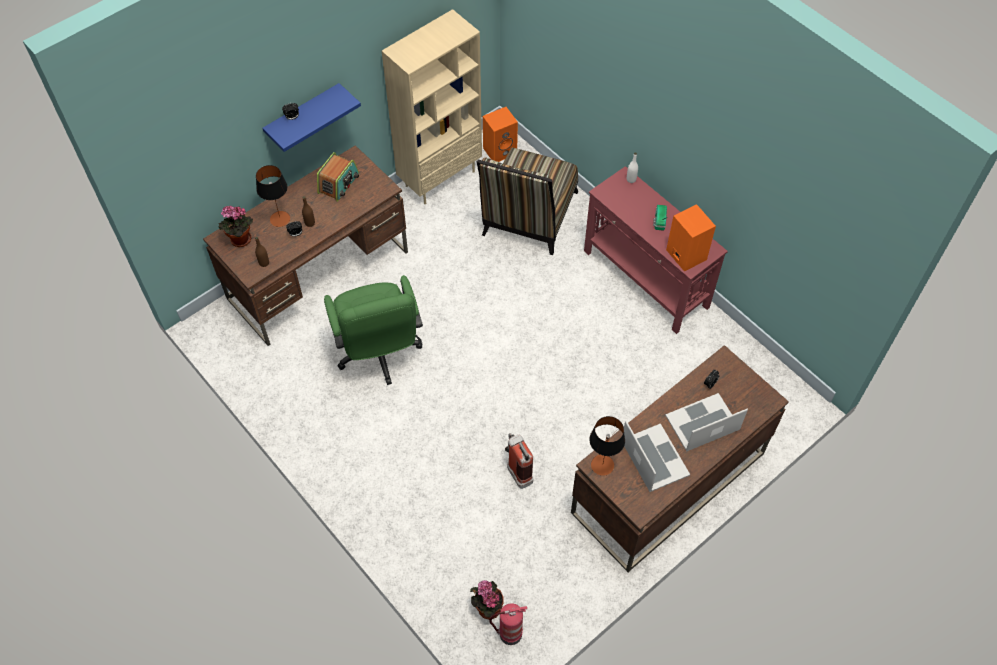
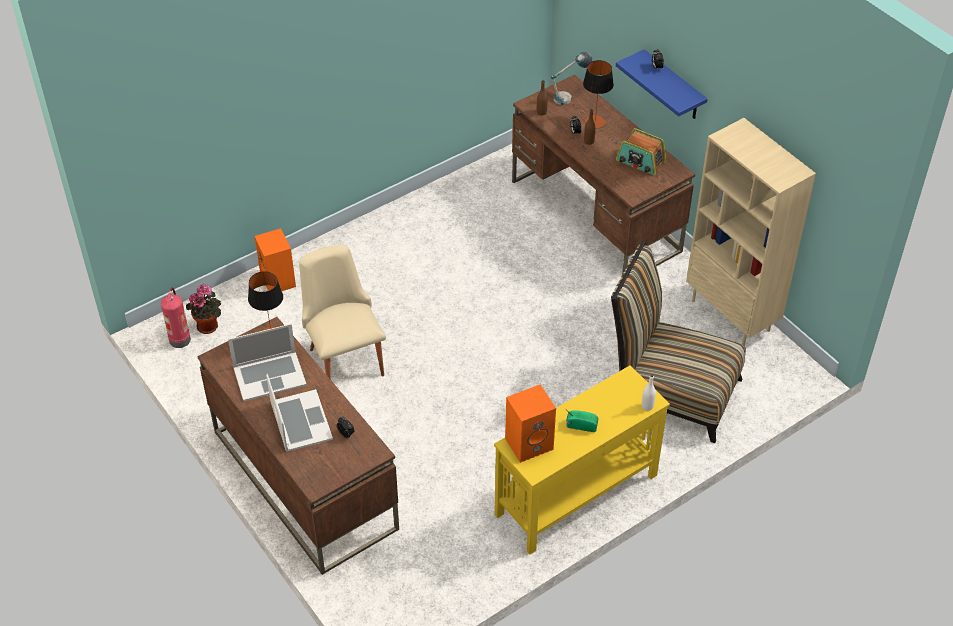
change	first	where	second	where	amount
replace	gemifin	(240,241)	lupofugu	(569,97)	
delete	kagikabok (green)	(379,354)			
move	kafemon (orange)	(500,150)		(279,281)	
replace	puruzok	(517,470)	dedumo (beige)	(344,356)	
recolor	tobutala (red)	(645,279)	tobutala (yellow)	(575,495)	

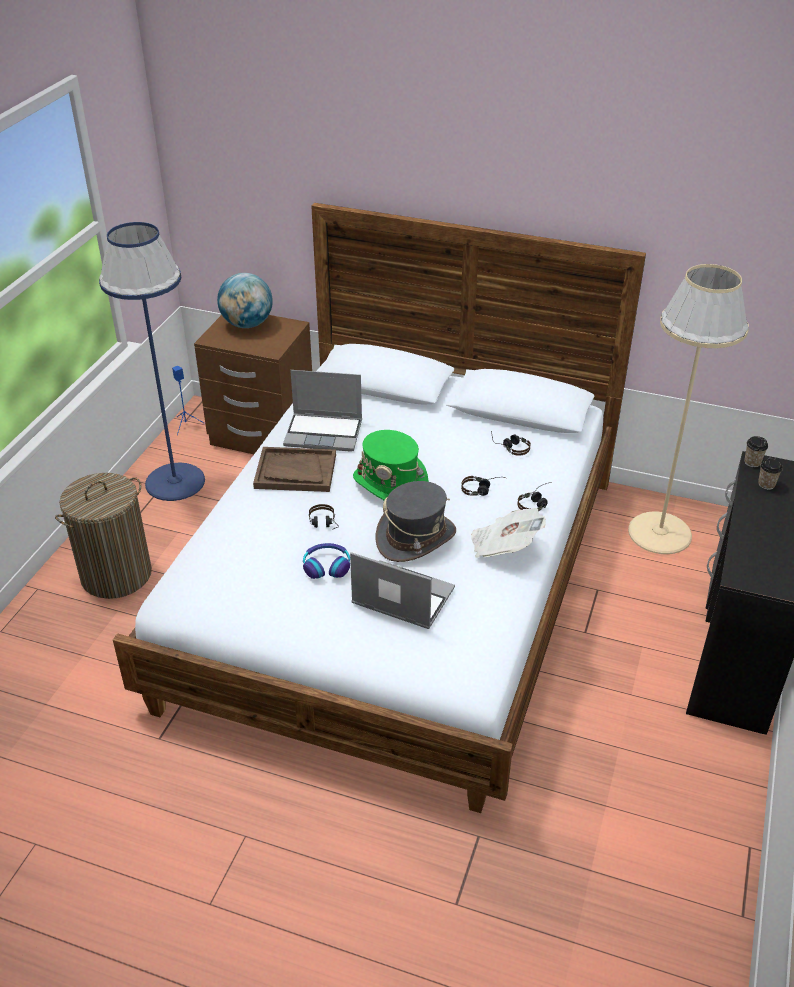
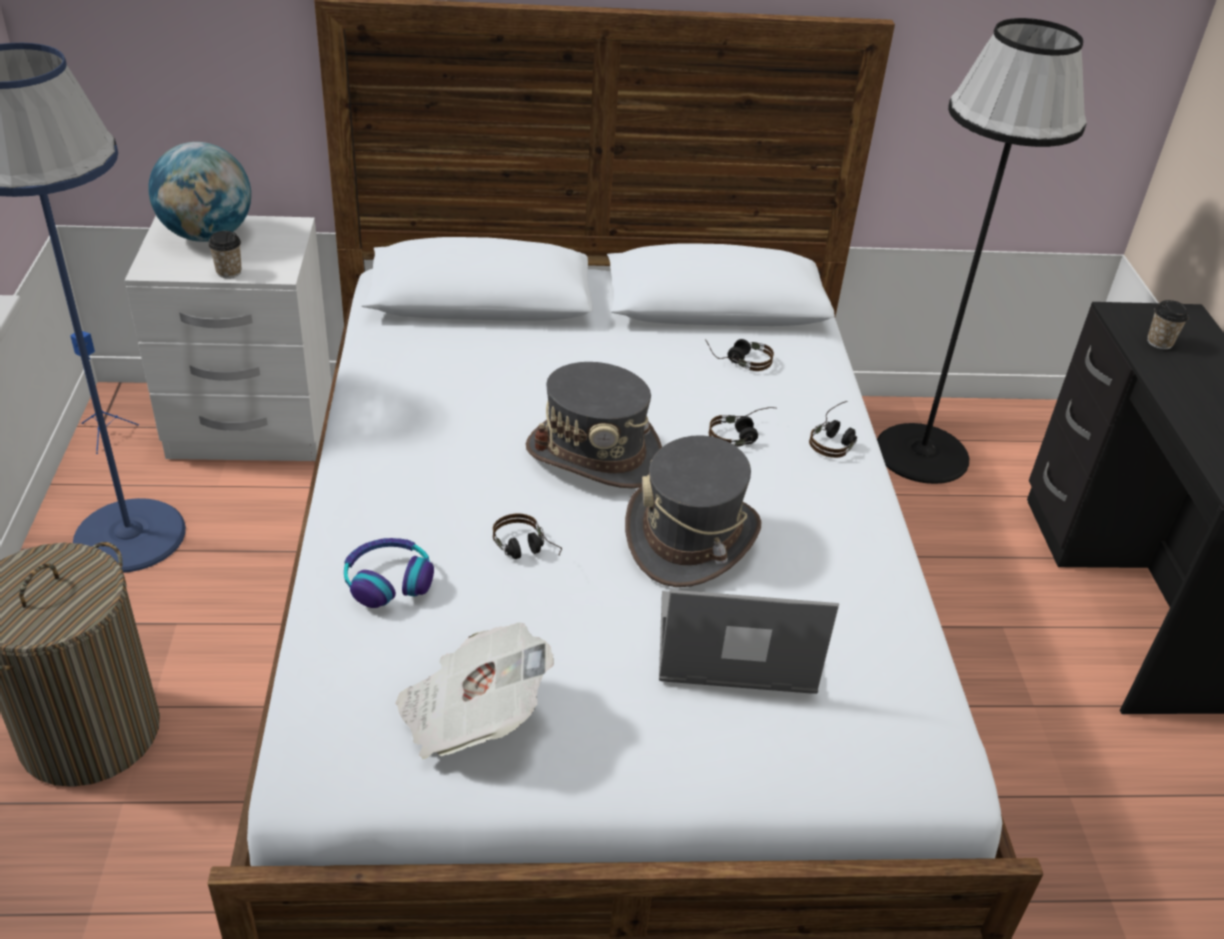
change	first	where	second	where	amount
recolor	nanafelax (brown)	(262,436)	nanafelax (white)	(251,427)	
delete	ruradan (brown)	(295,472)			
delete	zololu	(324,433)			
move	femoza	(326,566)		(388,580)	
recolor	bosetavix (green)	(391,484)	bosetavix (grey)	(594,455)	
move	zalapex	(504,547)		(471,715)	
recolor	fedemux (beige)	(660,533)	fedemux (black)	(922,453)	
move	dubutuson	(752,462)		(229,272)	

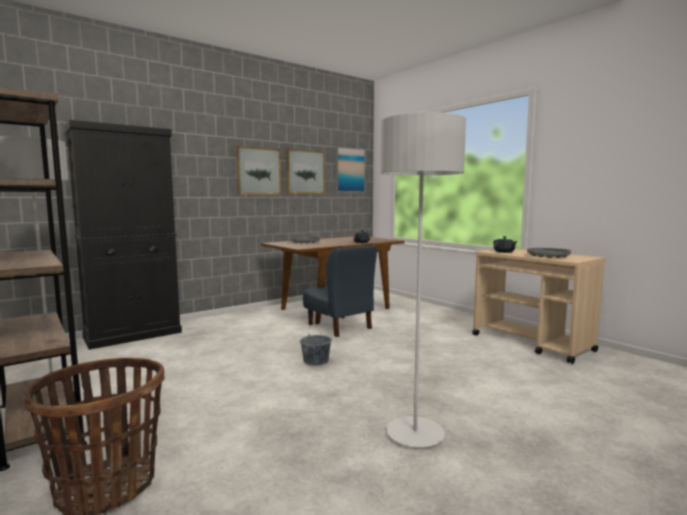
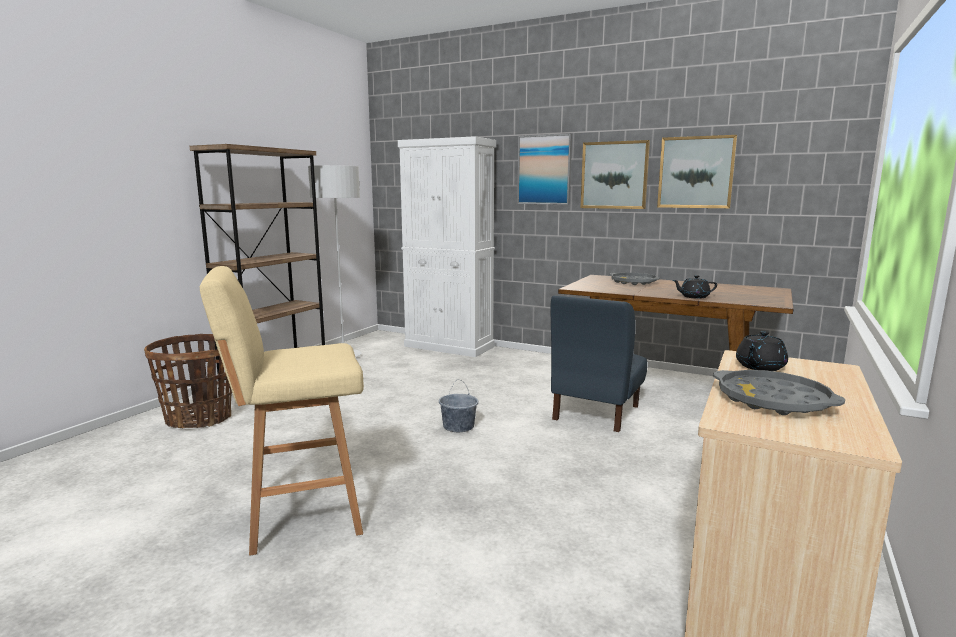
change	first	where	second	where	amount
recolor	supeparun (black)	(133,335)	supeparun (white)	(449,346)	
move	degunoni	(350,170)		(544,170)	
replace	fedemux (grey)	(415,434)	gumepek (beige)	(299,514)	

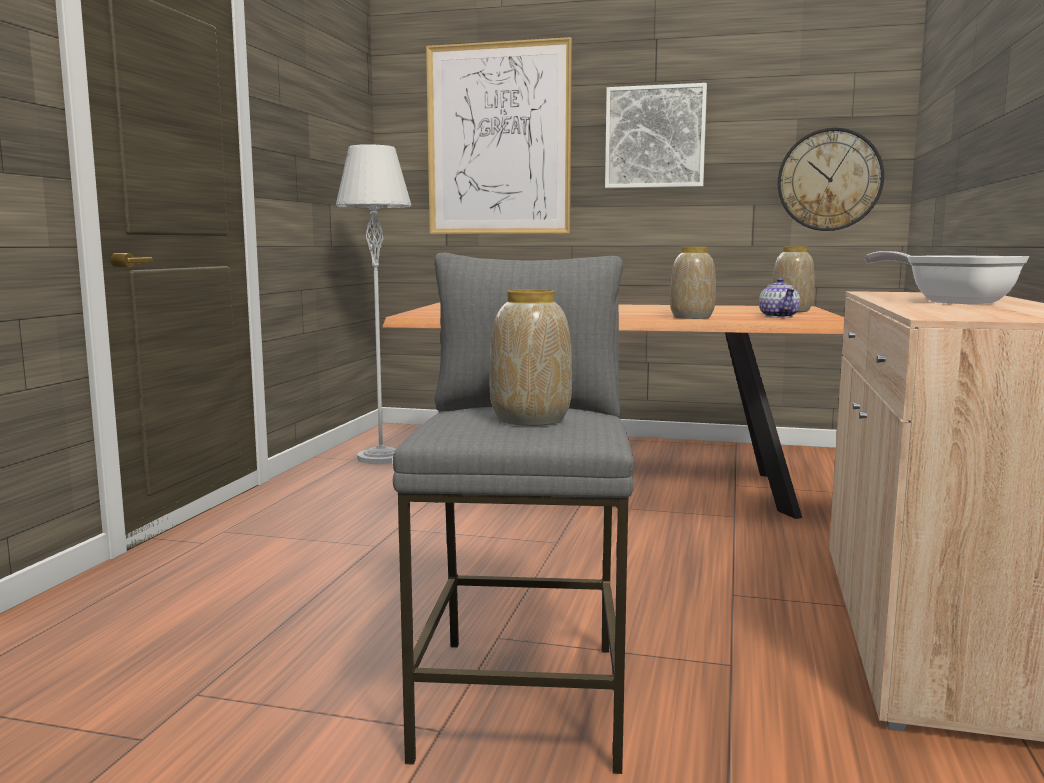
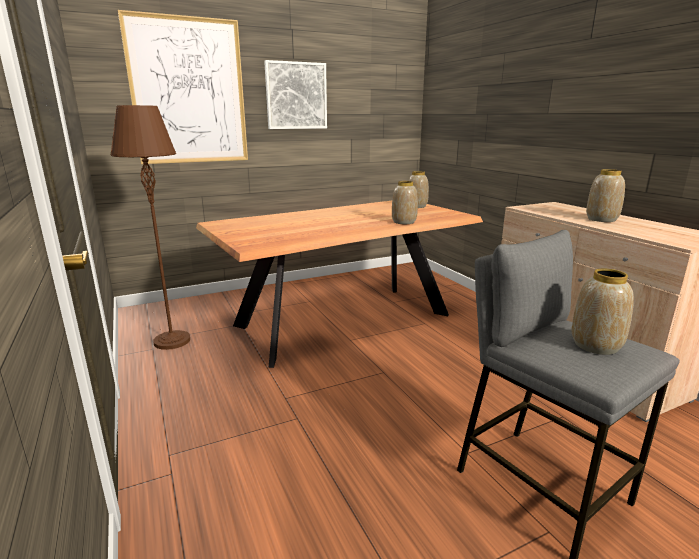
change	first	where	second	where	amount
recolor	fedemux (grey)	(381,458)	fedemux (brown)	(172,341)	
delete	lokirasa	(778,316)			
delete	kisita	(829,180)			
replace	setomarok	(951,302)	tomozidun	(601,219)	

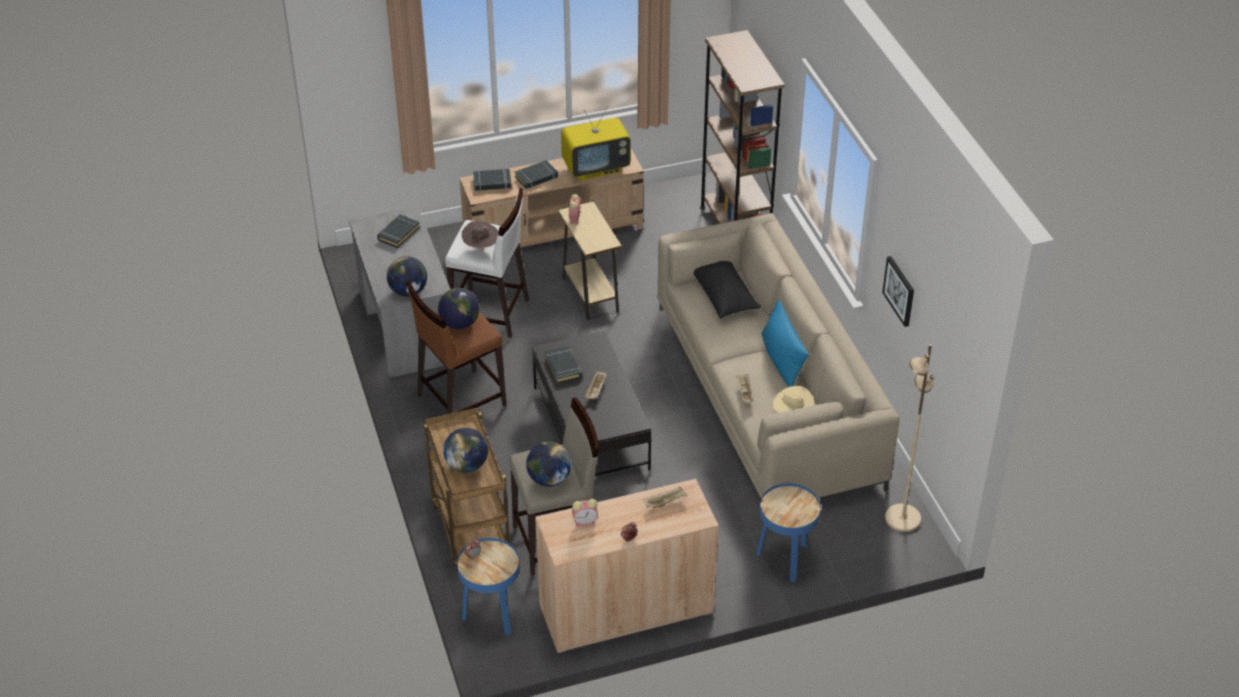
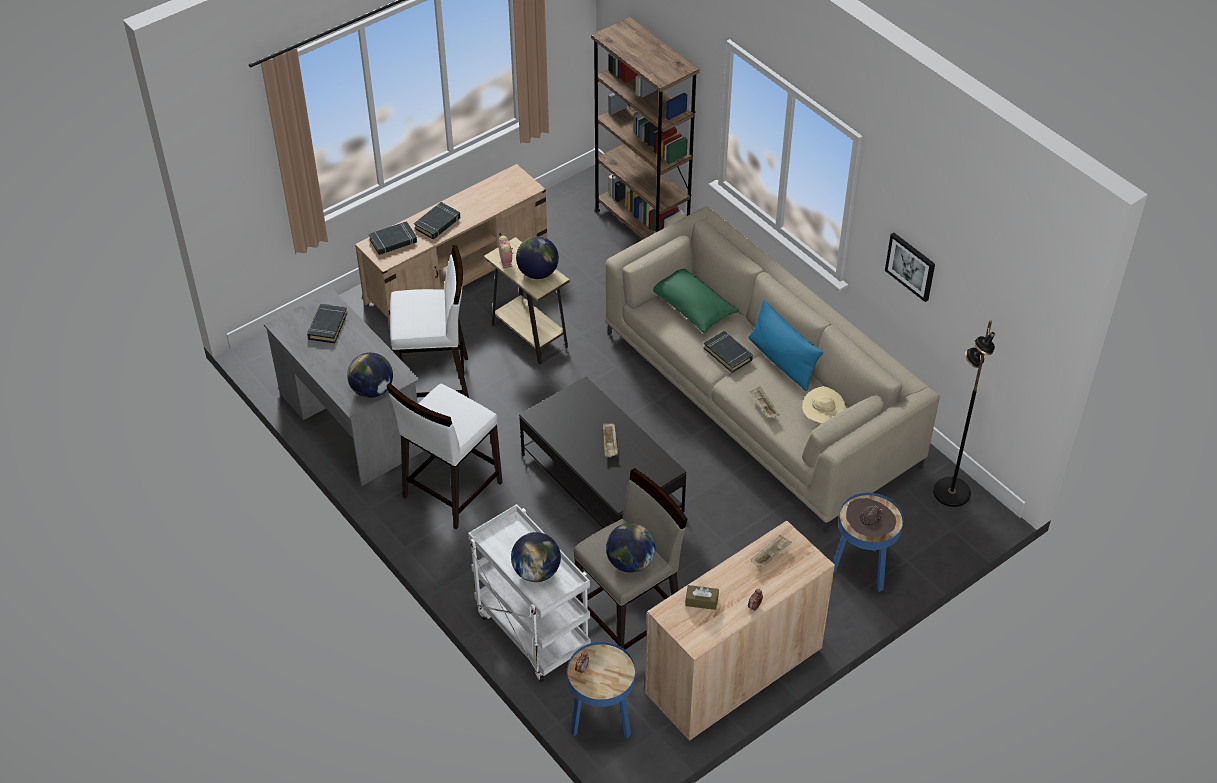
change	first	where	second	where	amount
recolor	gumepek (brown)	(460,400)	gumepek (white)	(451,490)	
recolor	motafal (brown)	(469,529)	motafal (white)	(531,631)	
move	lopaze	(460,323)		(538,272)	
move	bosetavix (brown)	(481,248)		(868,529)	
move	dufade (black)	(563,367)		(728,354)	
delete	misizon	(596,168)			
replace	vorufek	(585,522)	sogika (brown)	(701,601)	
recolor	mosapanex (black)	(724,296)	mosapanex (green)	(691,307)	
recolor	fedemux (beige)	(902,518)	fedemux (black)	(950,492)	

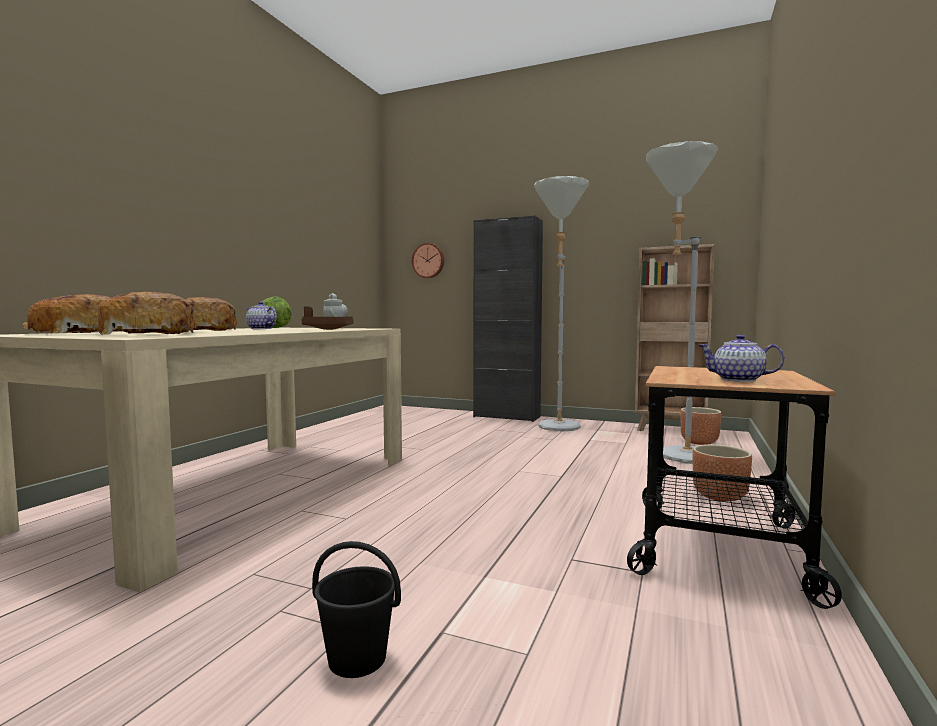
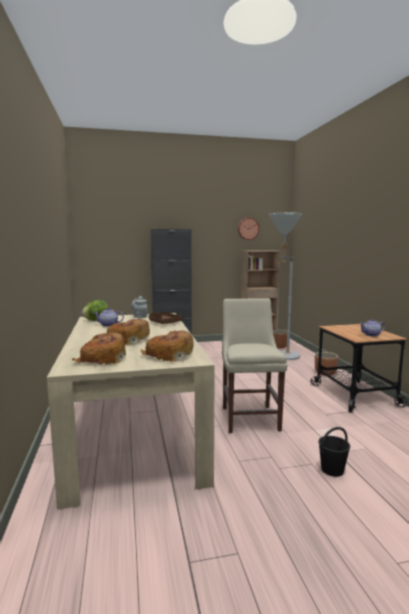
change	first	where	second	where	amount
move	kisita	(428,260)		(248,228)	
delete	fedemux (grey)	(558,429)			
insert			dedumo (beige)	(250,417)	

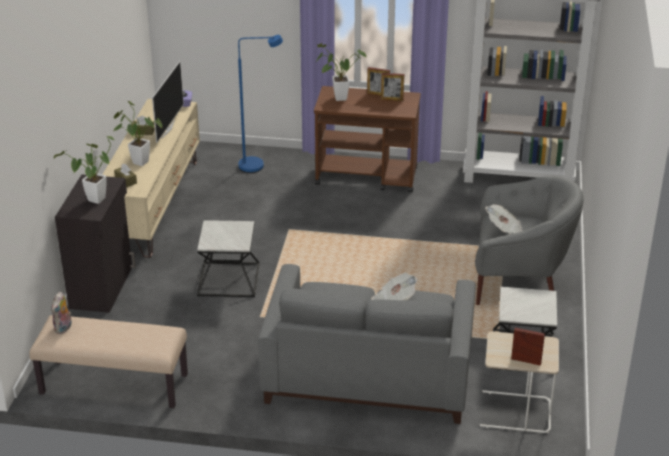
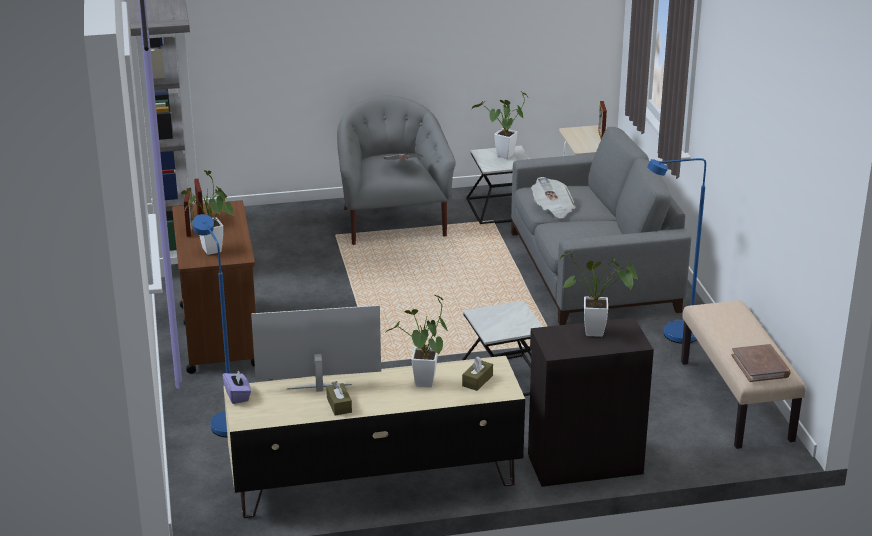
change	first	where	second	where	amount
replace	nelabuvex	(64,328)	dufade (brown)	(760,366)	
insert			gemifin	(503,157)	
insert			fedemux (blue)	(671,335)	

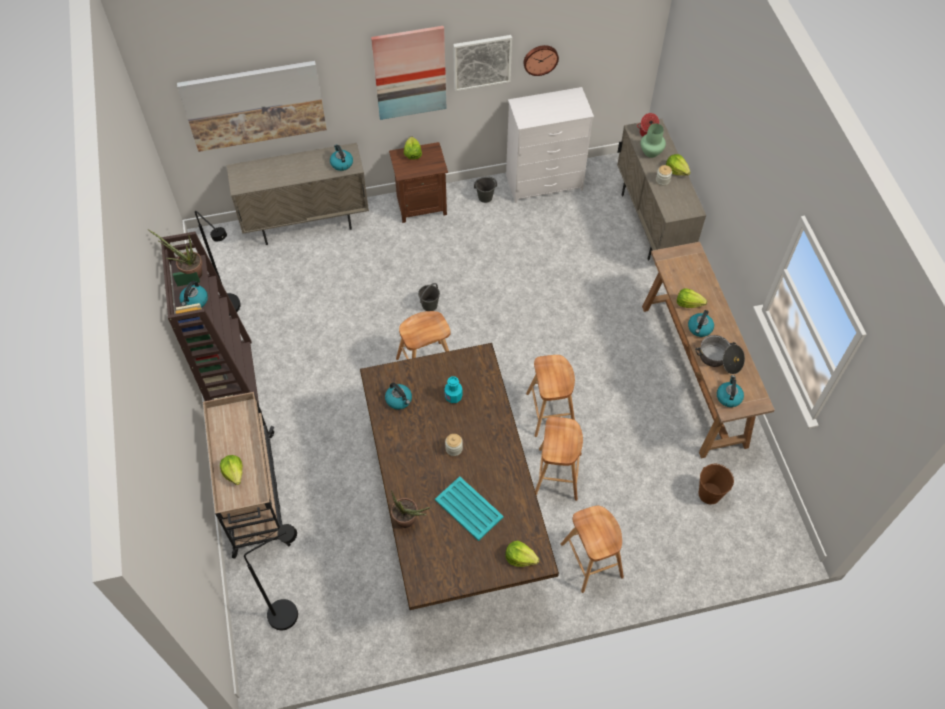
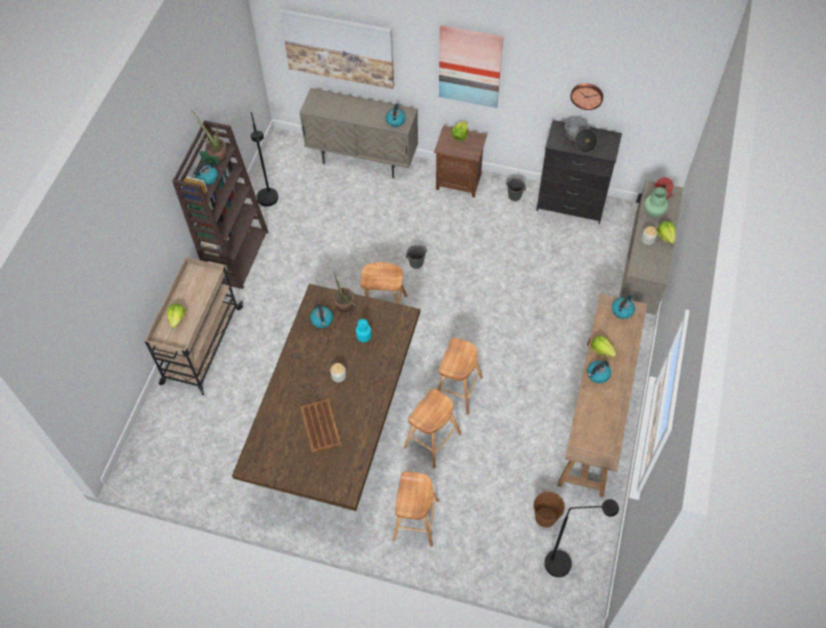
change	first	where	second	where	amount
move	fedemux (black)	(290,609)		(565,562)	
move	gemifin	(409,521)		(346,308)	
recolor	ruradan (turquoise)	(468,508)	ruradan (brown)	(320,425)	
delete	degunoni	(482,62)			
delete	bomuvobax	(520,557)			
recolor	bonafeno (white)	(545,183)	bonafeno (black)	(571,205)	
move	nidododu	(719,359)		(578,139)	
move	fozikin	(728,397)		(622,310)	

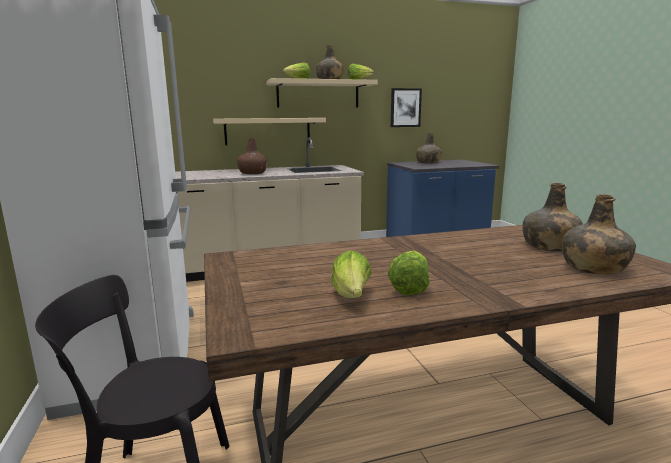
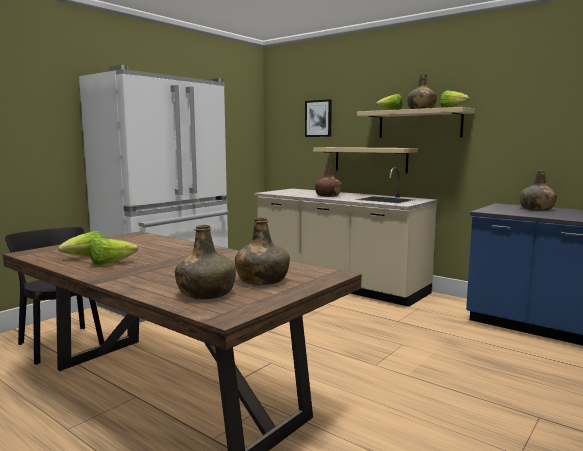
change	first	where	second	where	amount
move	degunoni	(405,107)		(318,118)	

